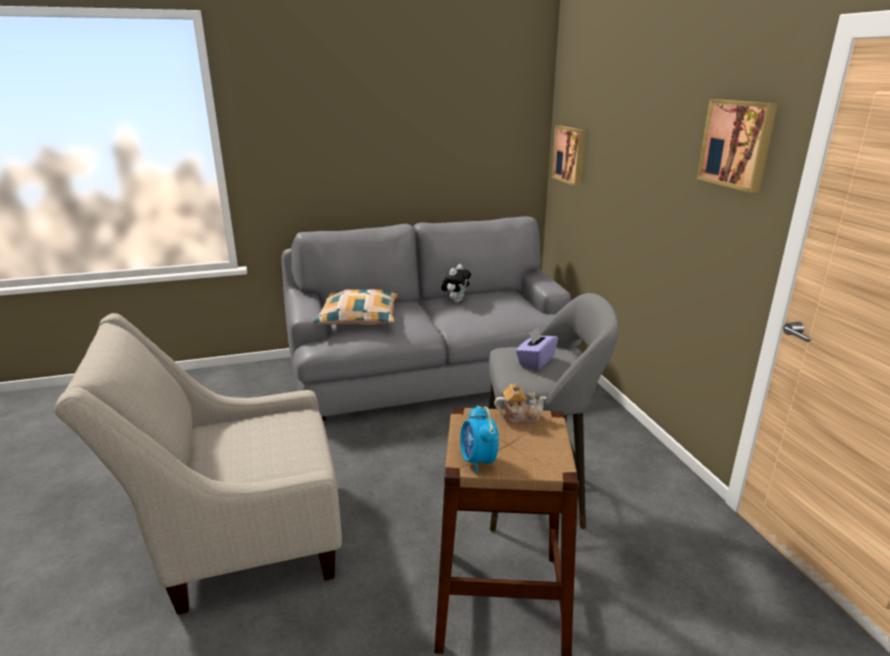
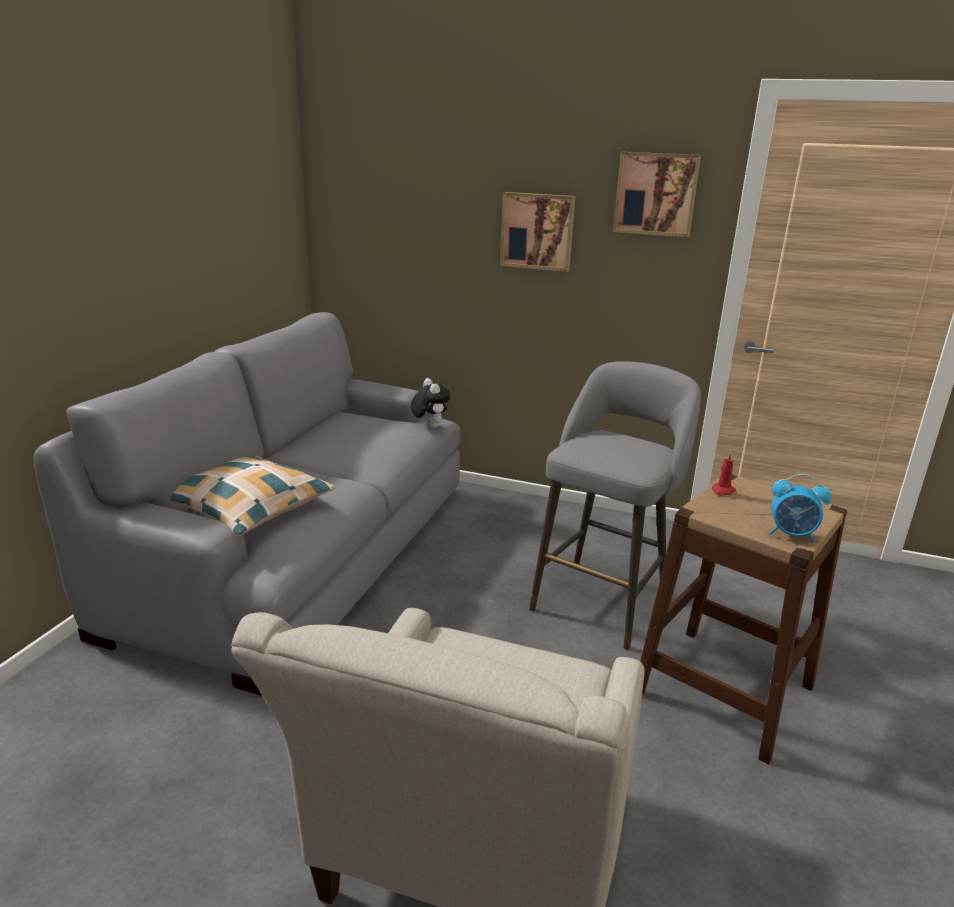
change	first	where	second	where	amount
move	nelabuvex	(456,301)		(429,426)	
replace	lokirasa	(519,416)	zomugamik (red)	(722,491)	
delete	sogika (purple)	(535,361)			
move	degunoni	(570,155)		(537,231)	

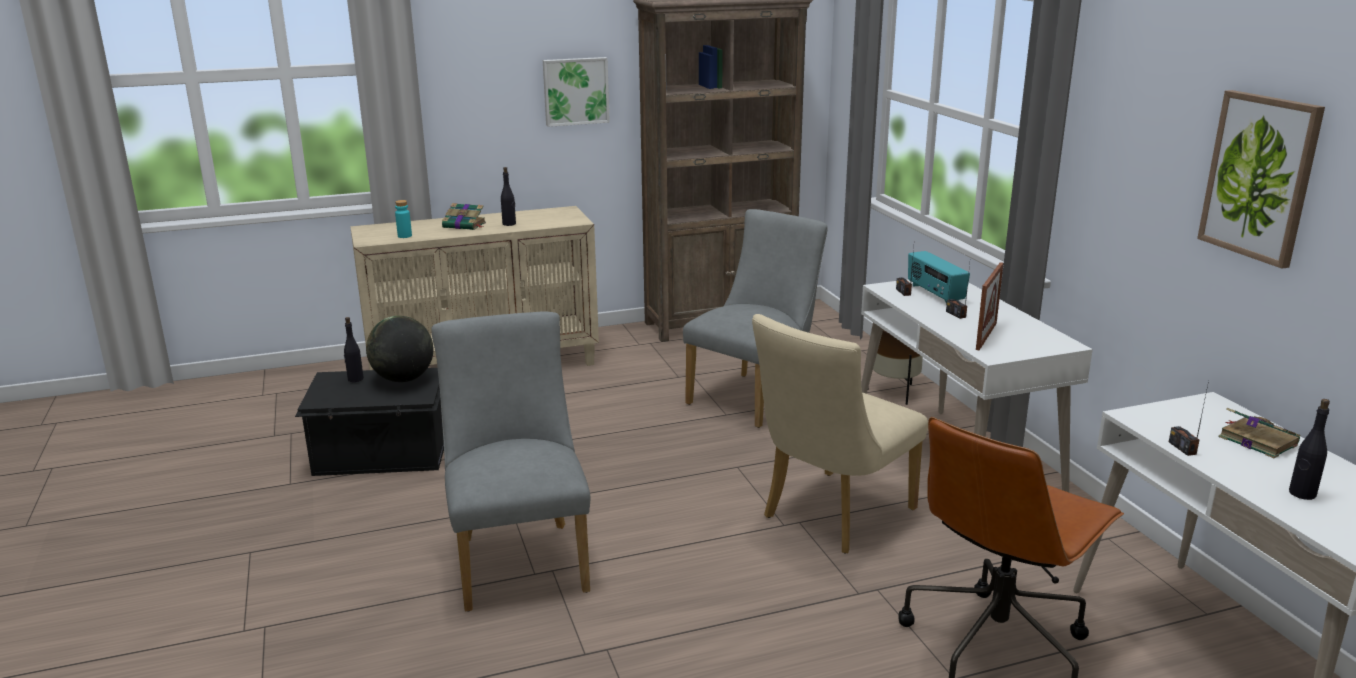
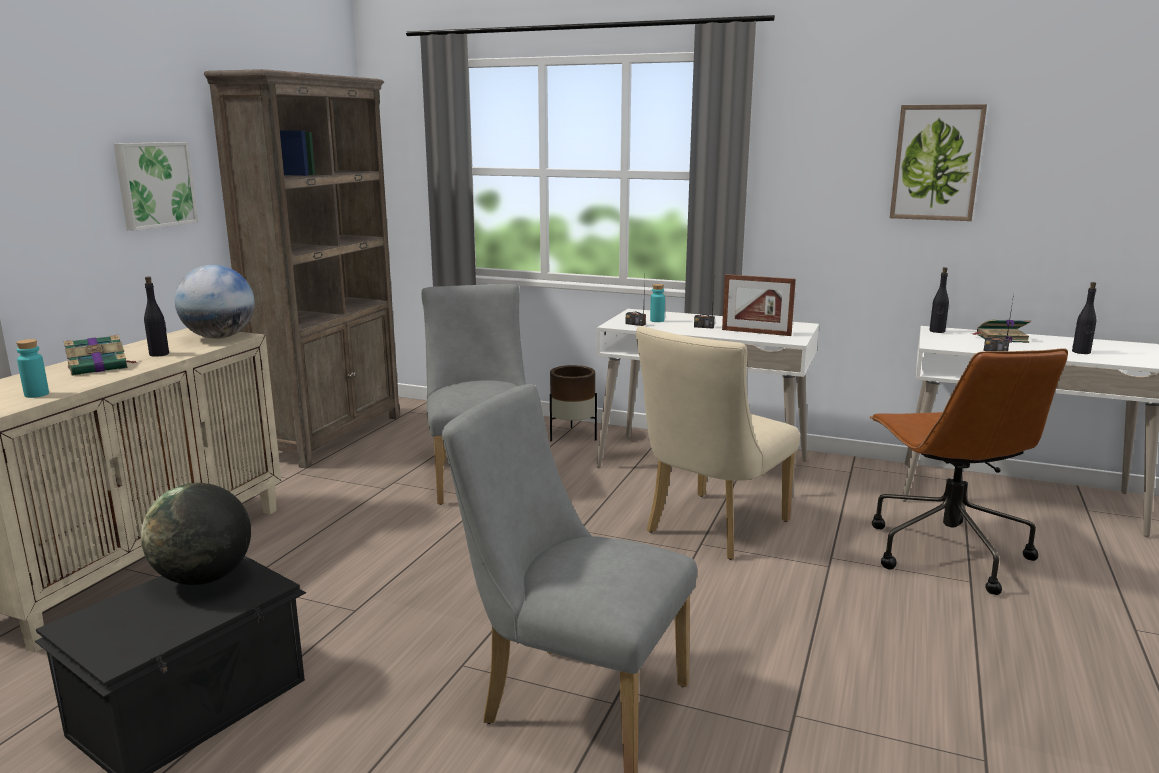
change	first	where	second	where	amount
move	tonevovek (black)	(355,379)		(937,331)	
rotate	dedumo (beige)	(831,517)		(710,530)	45 degrees clockwise
replace	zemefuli	(934,294)	tonevovek (turquoise)	(657,320)	
rotate	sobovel	(986,336)		(756,332)	135 degrees clockwise
insert			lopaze	(219,337)	

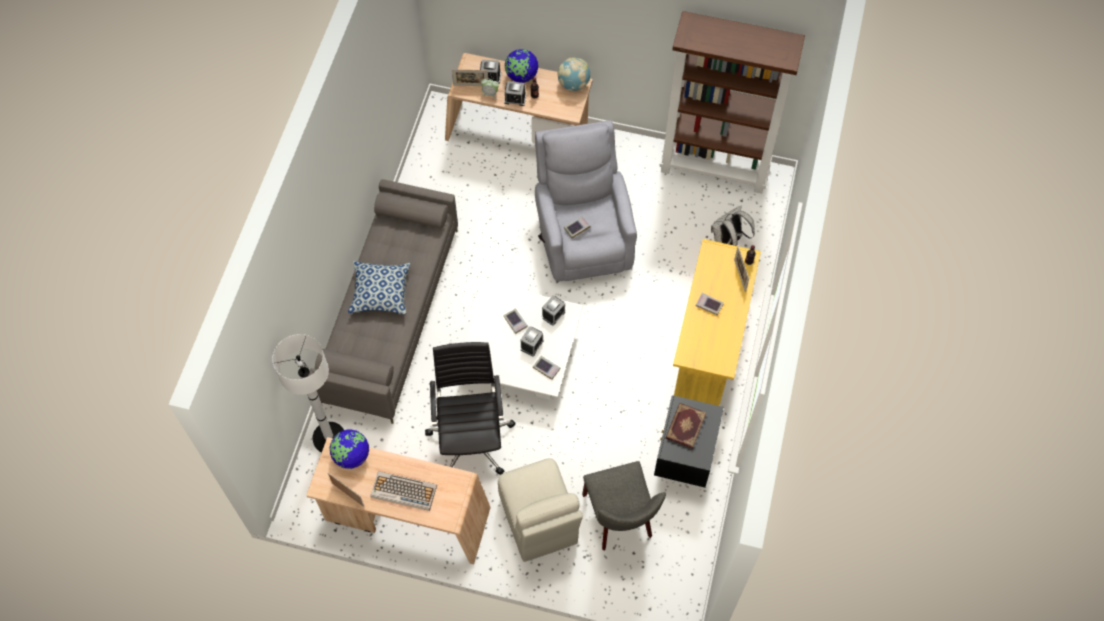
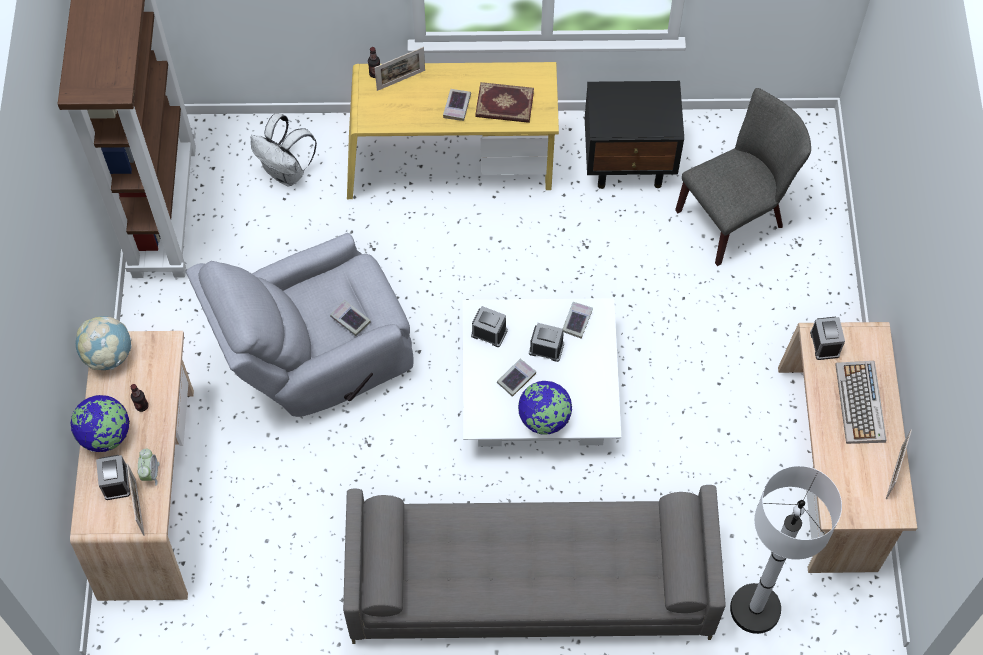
change	first	where	second	where	amount
move	lopaze	(351,456)		(544,419)	
delete	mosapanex	(380,292)			
delete	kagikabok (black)	(471,438)			
delete	dedumo (beige)	(538,522)			
move	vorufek	(515,99)		(824,344)	
move	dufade	(685,426)		(504,105)	

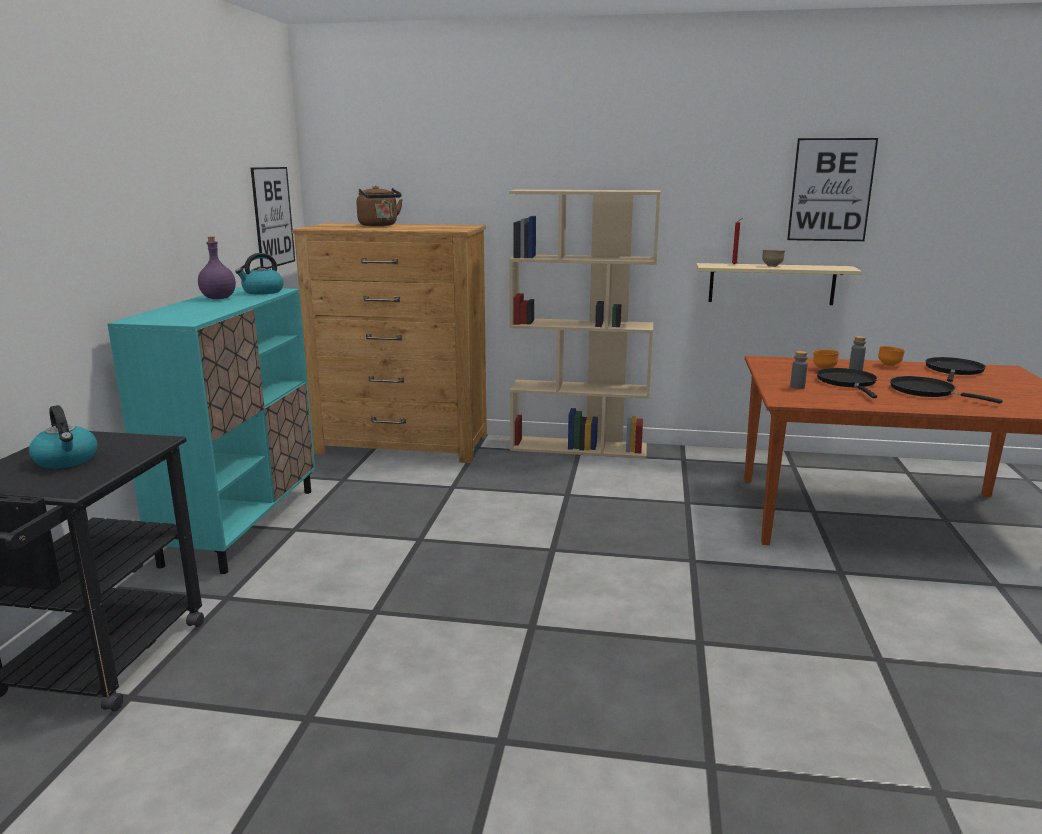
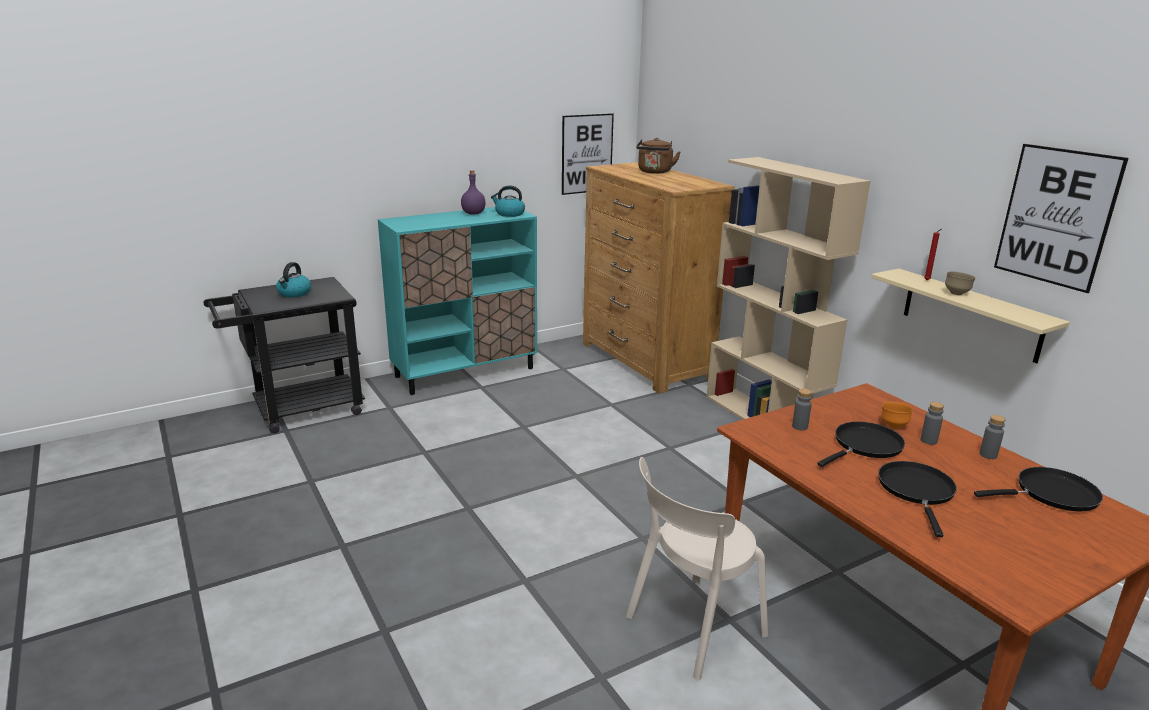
change	first	where	second	where	amount
replace	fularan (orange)	(889,365)	tonevovek (grey)	(988,455)	
insert			dedumo (beige)	(691,628)	

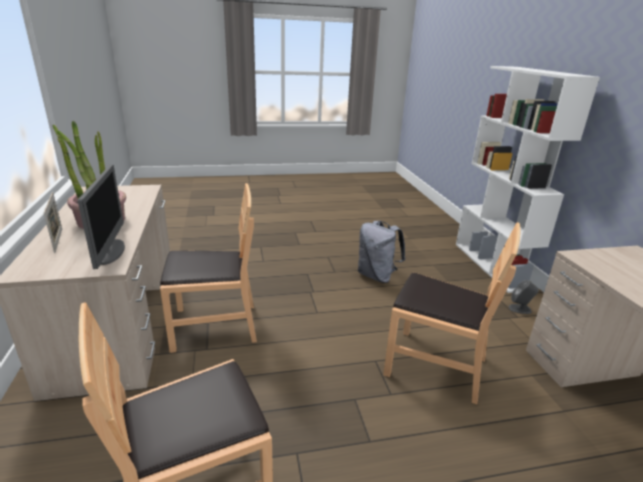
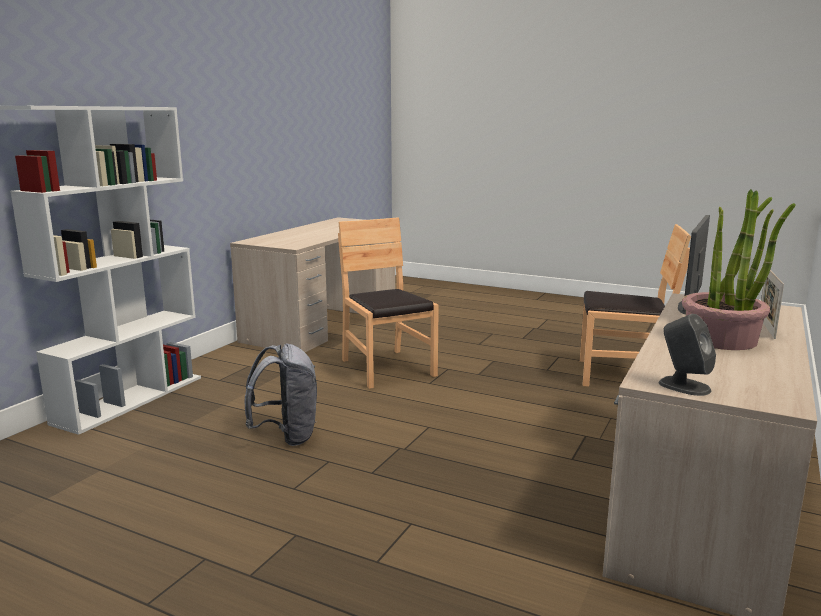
change	first	where	second	where	amount
delete	dedumo (brown)	(214,326)			
move	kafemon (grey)	(520,309)		(683,386)	

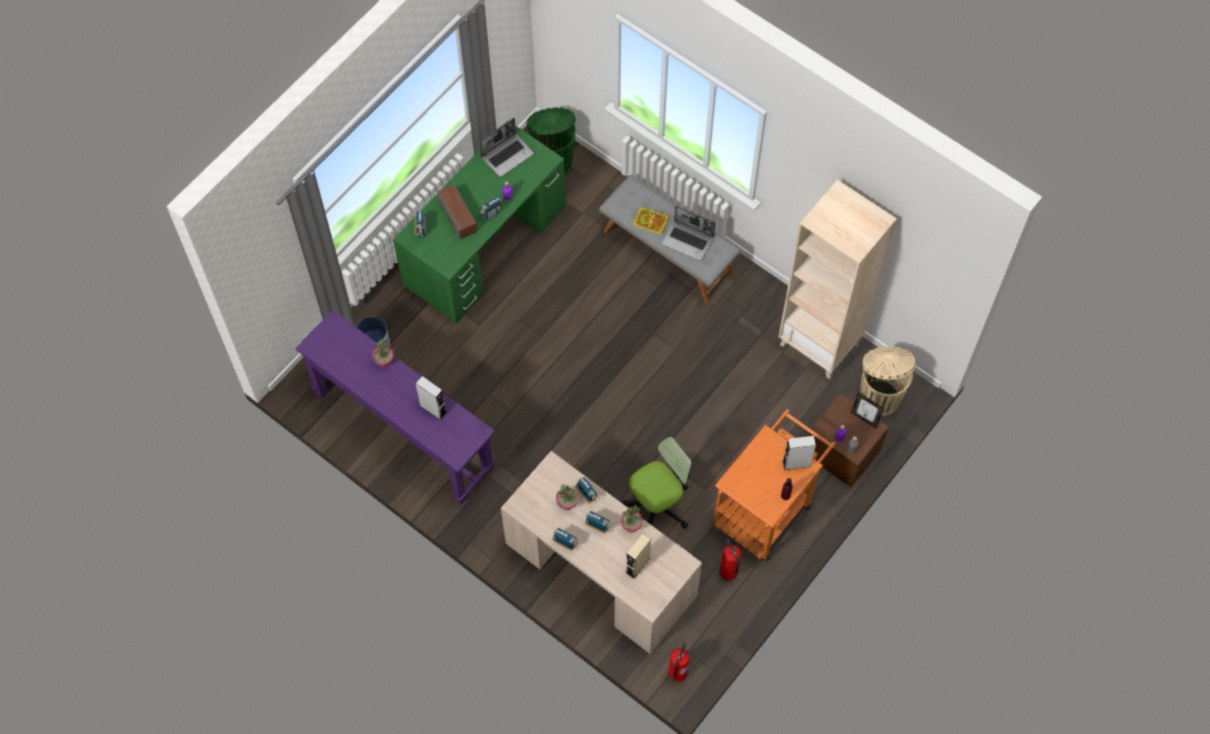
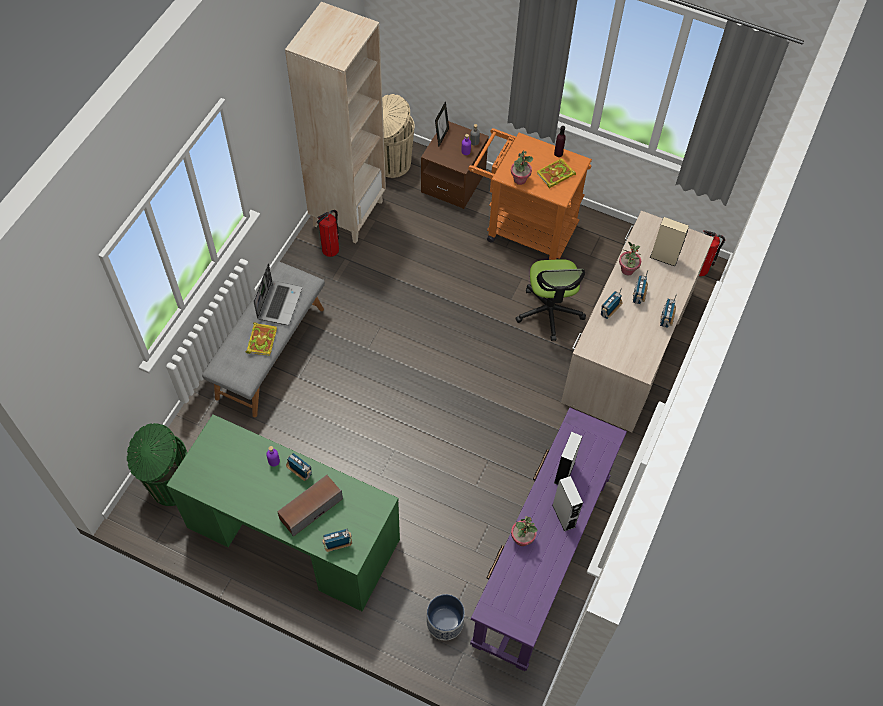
change	first	where	second	where	amount
delete	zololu	(507,155)			
move	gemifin	(567,504)		(519,179)	
rotate	kagikabok	(657,505)		(549,312)	135 degrees counterclockwise
move	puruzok	(729,571)		(331,249)	
move	kafemon (grey)	(796,463)		(563,516)	
insert			dufade	(555,175)	

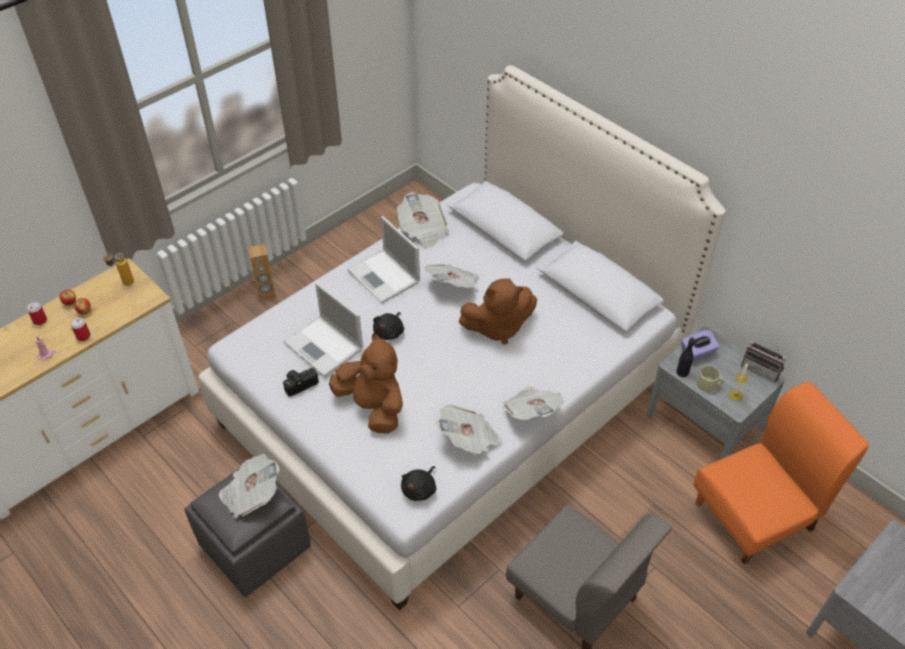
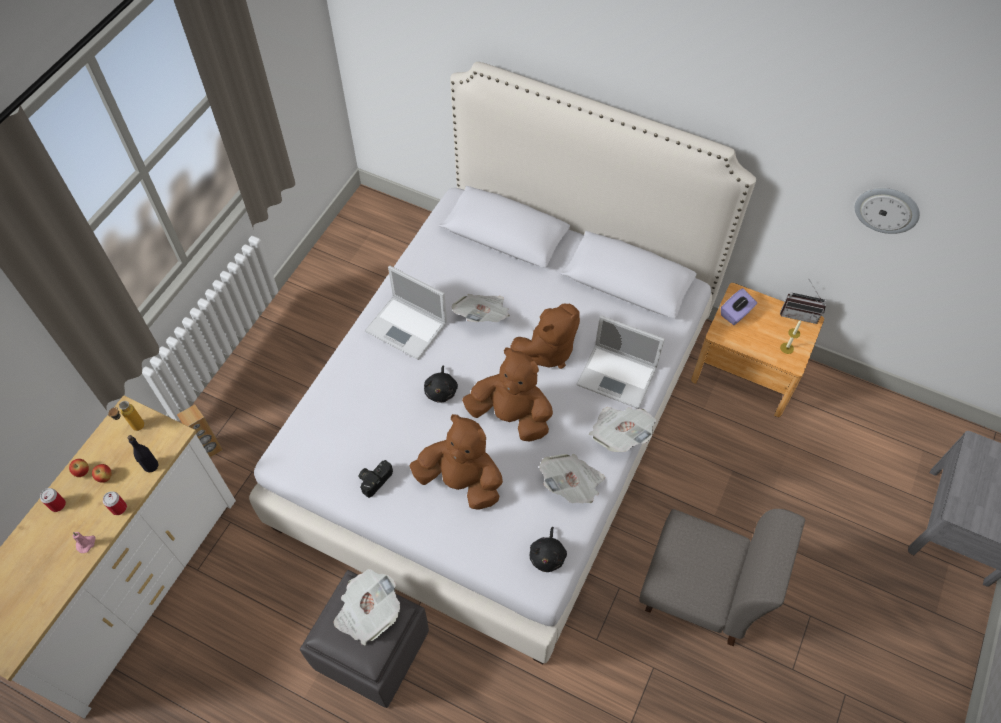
change	first	where	second	where	amount
move	kafemon (brown)	(266,294)		(210,449)	
move	zololu	(324,346)		(618,376)	
delete	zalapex	(423,230)			
recolor	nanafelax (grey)	(705,421)	nanafelax (brown)	(746,371)	
move	tonevovek (black)	(682,372)		(150,466)	
delete	dedumo (orange)	(755,516)			
delete	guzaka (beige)	(709,385)			
insert			nelabuvex (brown)	(511,416)	
insert			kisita	(887,209)	

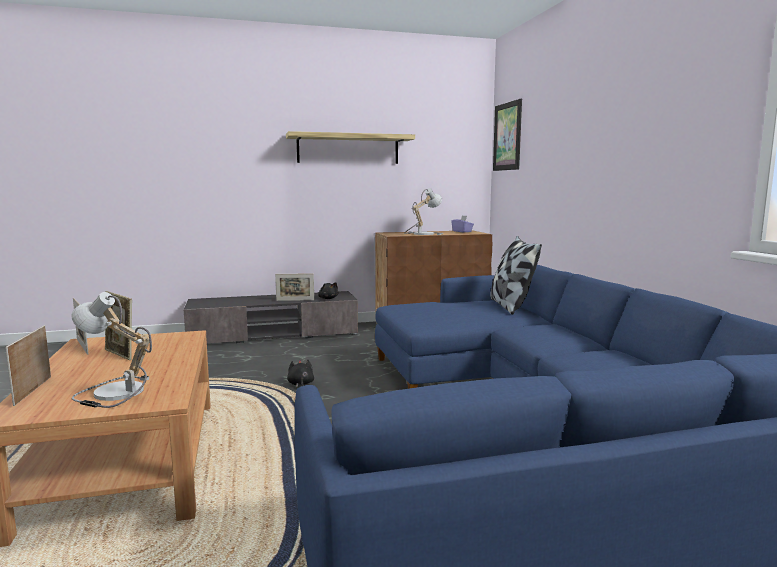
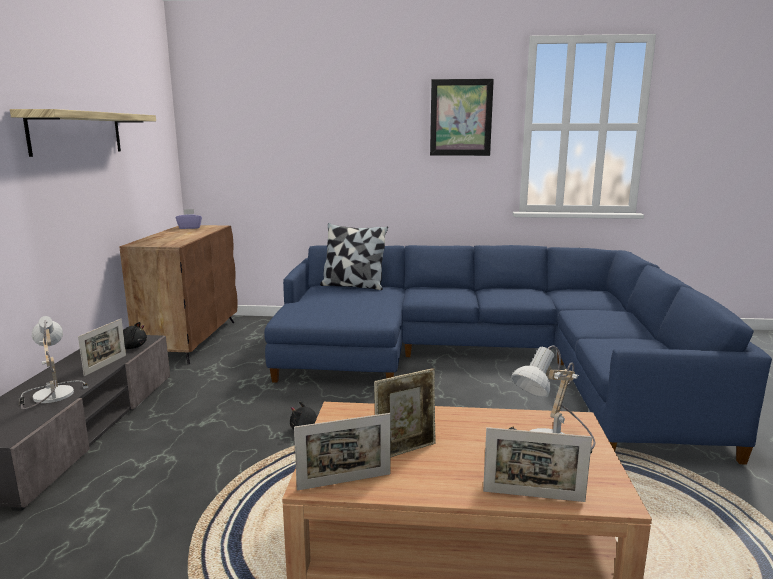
change	first	where	second	where	amount
move	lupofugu	(422,233)		(49,395)	
move	degunoni	(507,136)		(461,117)	

